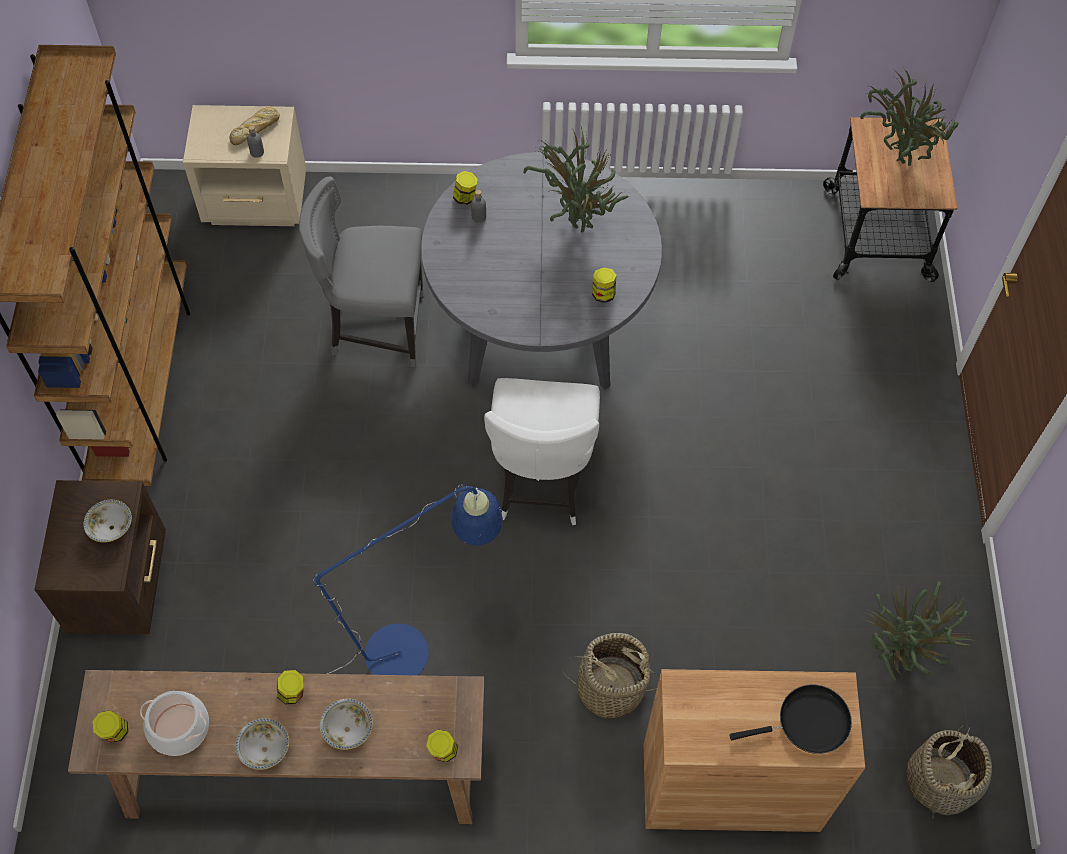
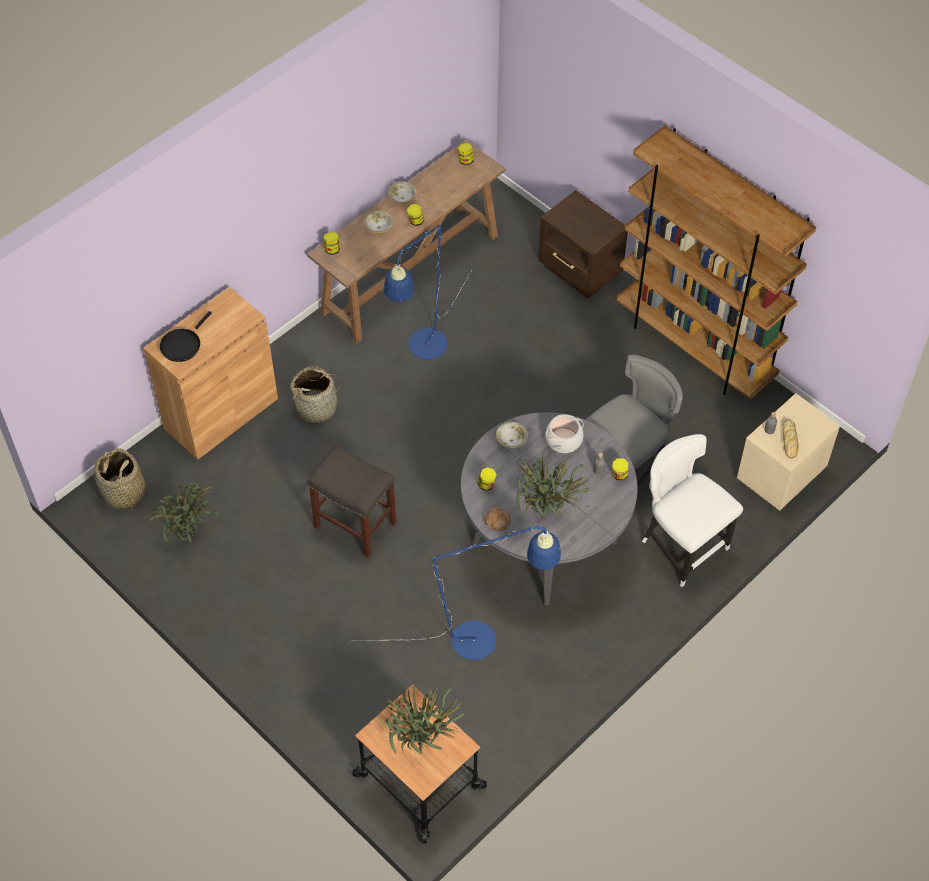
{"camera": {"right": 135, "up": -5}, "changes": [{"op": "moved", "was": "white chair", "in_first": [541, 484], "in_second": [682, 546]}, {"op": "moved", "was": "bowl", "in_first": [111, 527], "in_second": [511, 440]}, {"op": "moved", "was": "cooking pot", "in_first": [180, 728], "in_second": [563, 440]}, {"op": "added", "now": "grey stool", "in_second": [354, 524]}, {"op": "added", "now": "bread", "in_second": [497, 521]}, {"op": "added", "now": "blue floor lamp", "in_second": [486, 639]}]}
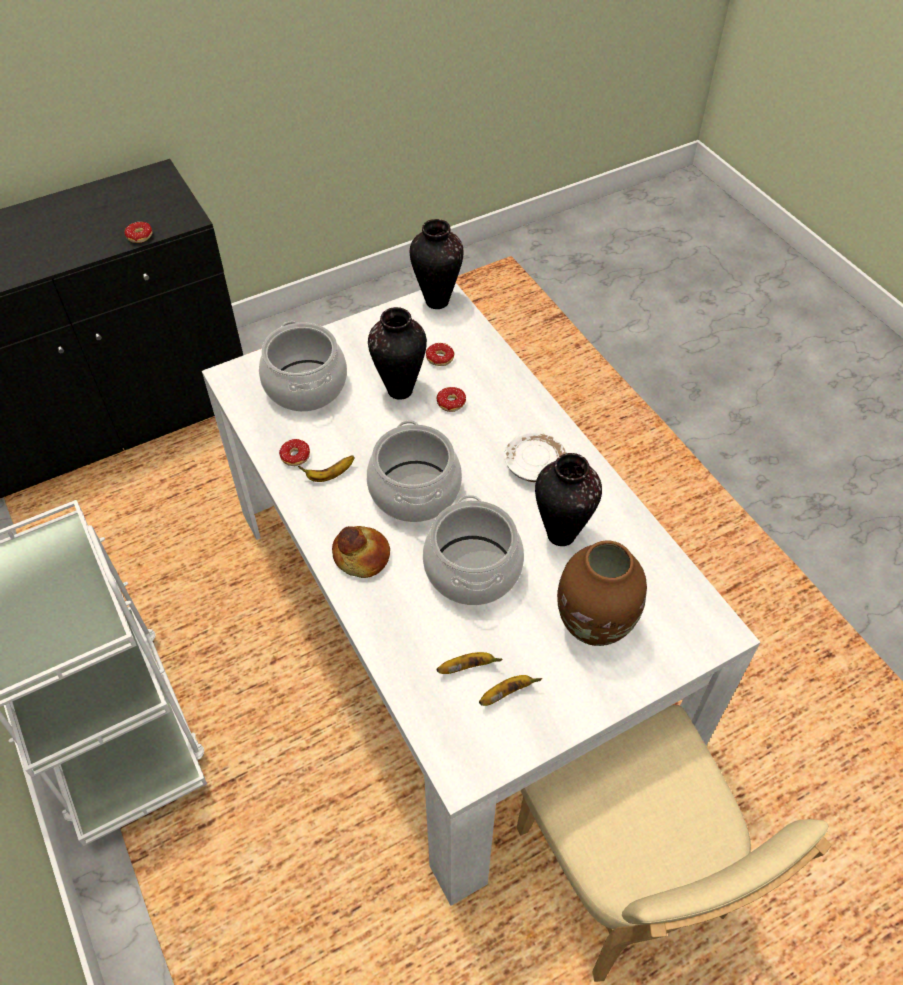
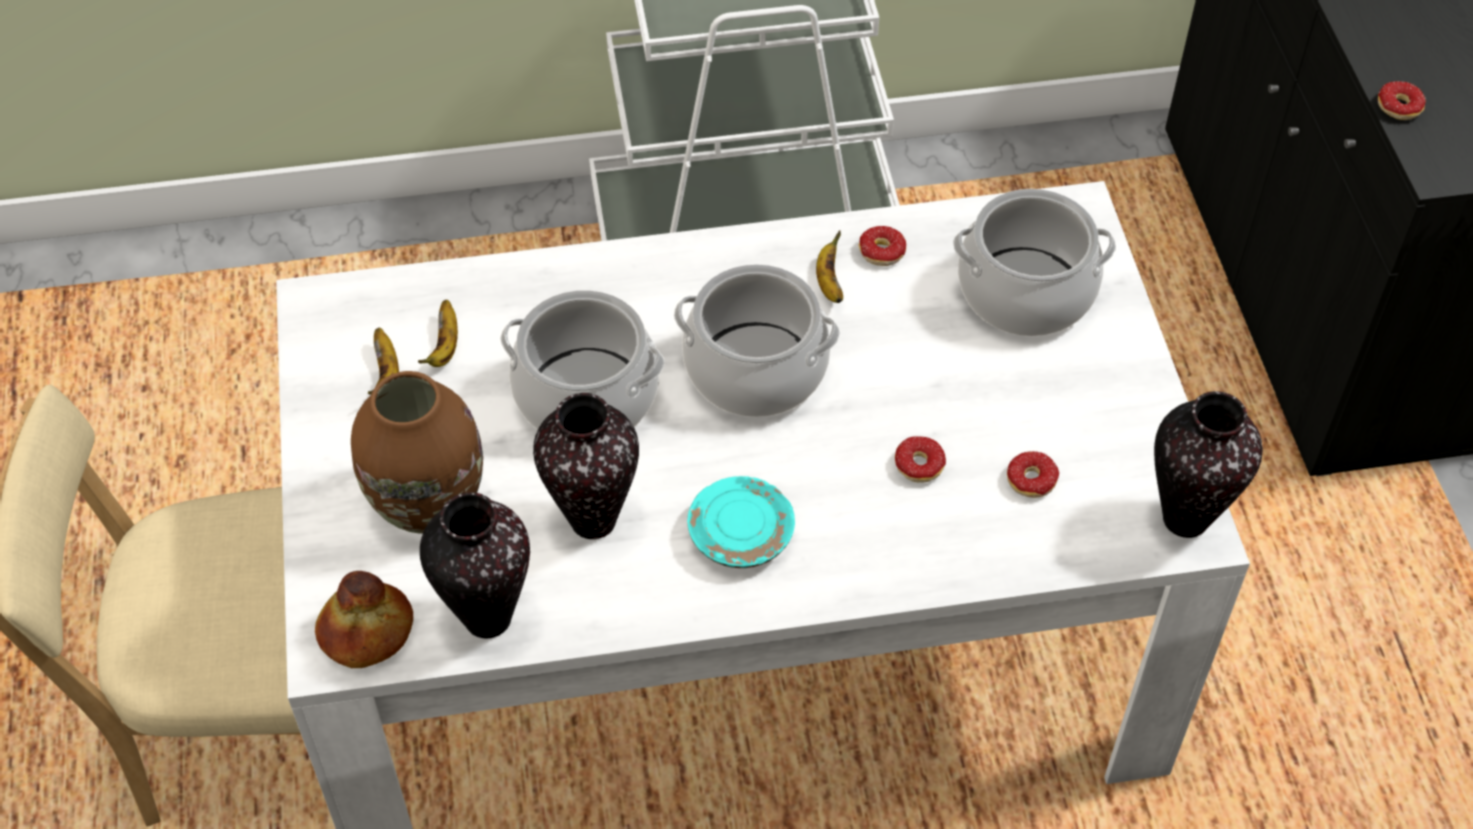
{"camera": {"right": 110, "up": 0}, "changes": [{"op": "moved", "was": "vase", "in_first": [399, 391], "in_second": [487, 617]}, {"op": "recoloured", "was": "white plate", "now": "turquoise plate", "in_first": [534, 465], "in_second": [741, 534]}, {"op": "moved", "was": "bread", "in_first": [362, 556], "in_second": [367, 633]}]}
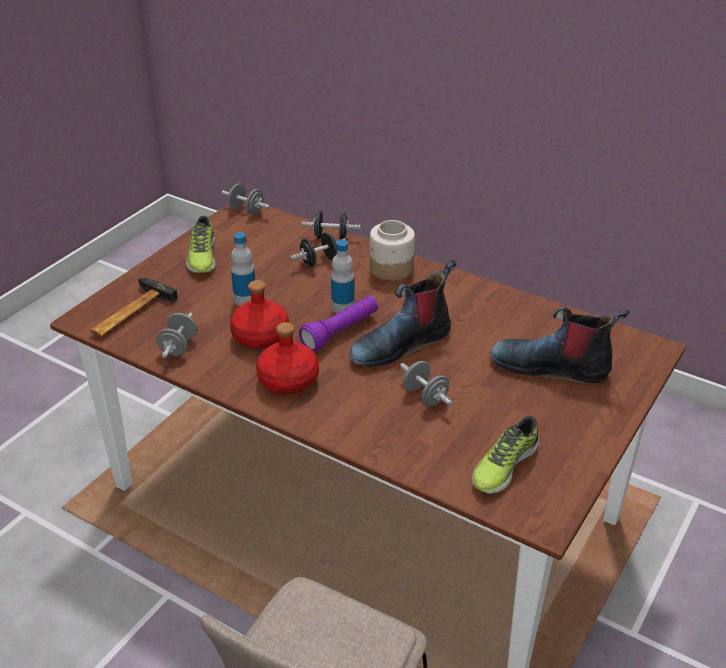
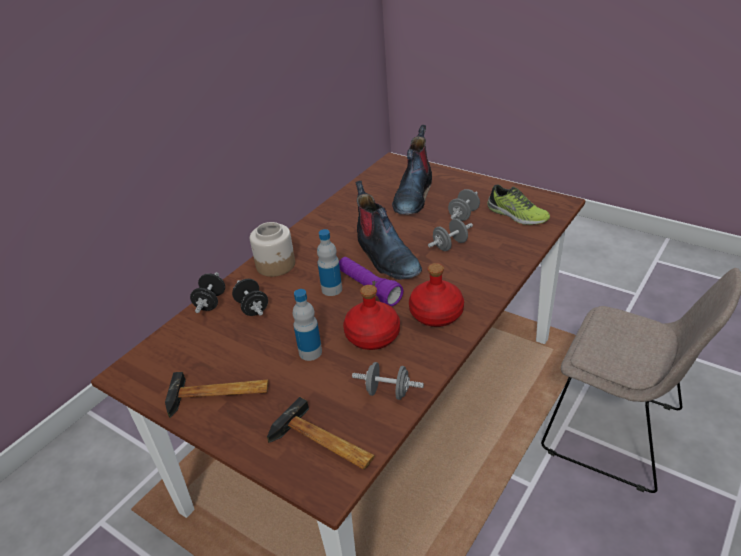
{"camera": {"right": -85, "up": 0}, "changes": [{"op": "moved", "was": "grey dumbbell", "in_first": [246, 210], "in_second": [463, 215]}, {"op": "replaced", "was": "shoe", "now": "hammer", "in_first": [202, 256], "in_second": [219, 396]}]}
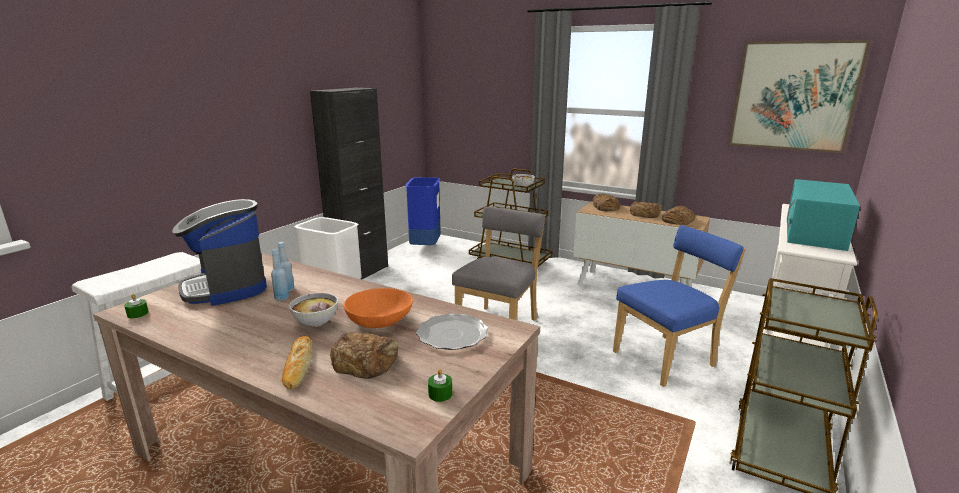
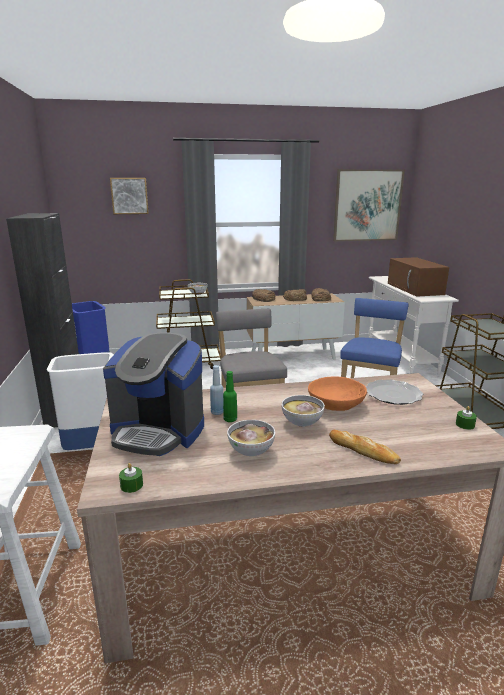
{"camera": {"right": -40, "up": 0}, "changes": [{"op": "recoloured", "was": "turquoise microwave", "now": "brown microwave", "in_first": [815, 233], "in_second": [415, 289]}, {"op": "recoloured", "was": "blue bottle", "now": "green bottle", "in_first": [281, 298], "in_second": [230, 419]}, {"op": "removed", "was": "bread", "in_first": [365, 361]}, {"op": "added", "now": "picture", "in_second": [129, 196]}, {"op": "added", "now": "bowl", "in_second": [251, 452]}]}
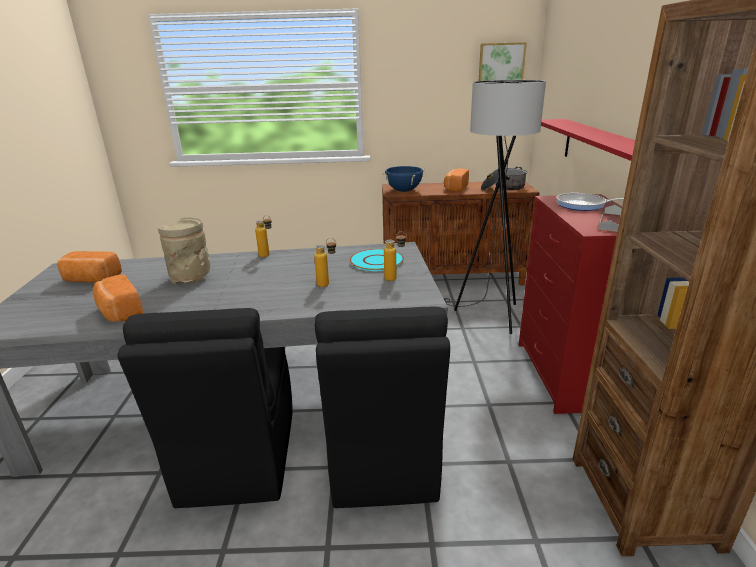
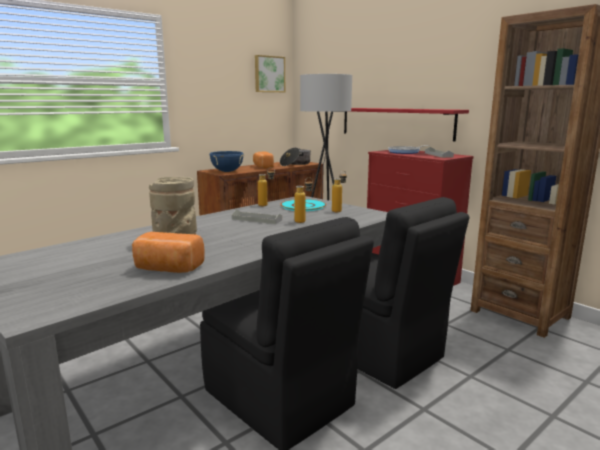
{"camera": {"right": -40, "up": -10}, "changes": [{"op": "moved", "was": "bottle", "in_first": [267, 256], "in_second": [266, 205]}, {"op": "removed", "was": "bread", "in_first": [91, 280]}, {"op": "added", "now": "grey tray", "in_second": [257, 219]}]}
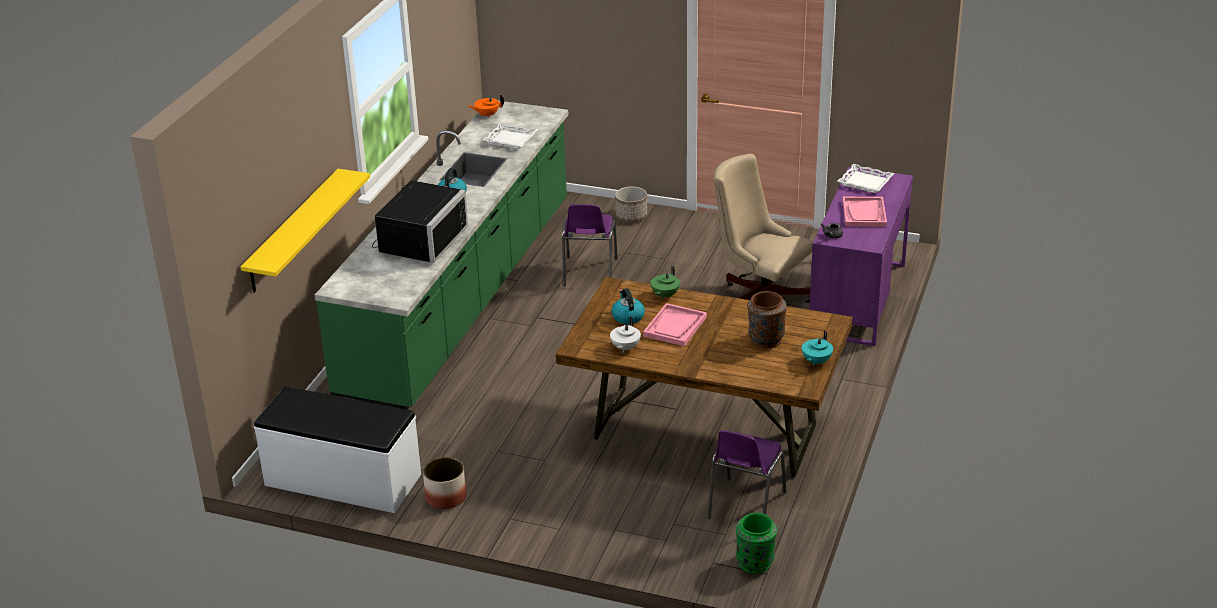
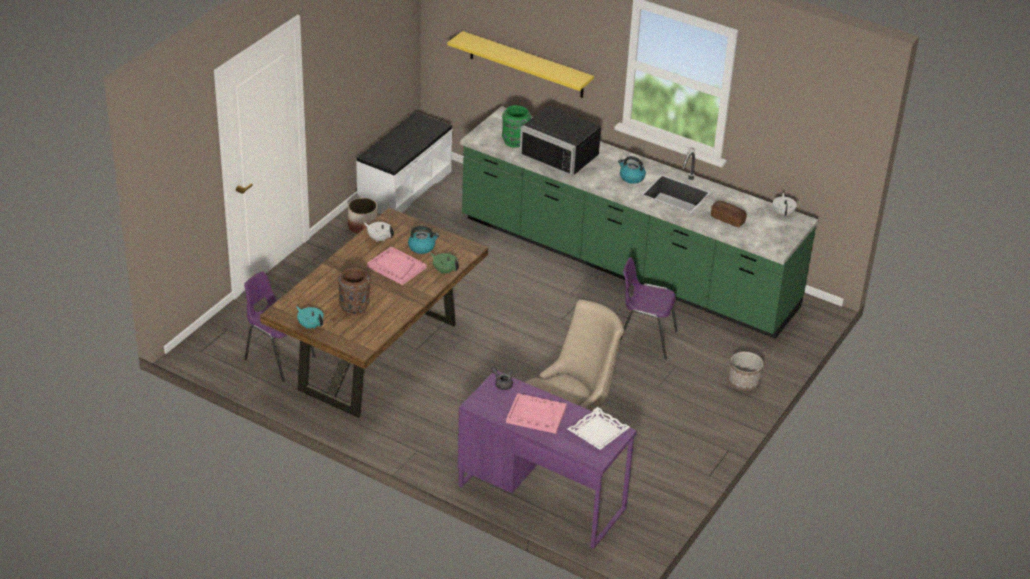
{"camera": {"right": 100, "up": 5}, "changes": [{"op": "recoloured", "was": "orange teapot", "now": "white teapot", "in_first": [487, 115], "in_second": [783, 213]}, {"op": "replaced", "was": "white tray", "now": "bread", "in_first": [510, 139], "in_second": [727, 219]}, {"op": "moved", "was": "green vase", "in_first": [755, 562], "in_second": [515, 141]}]}
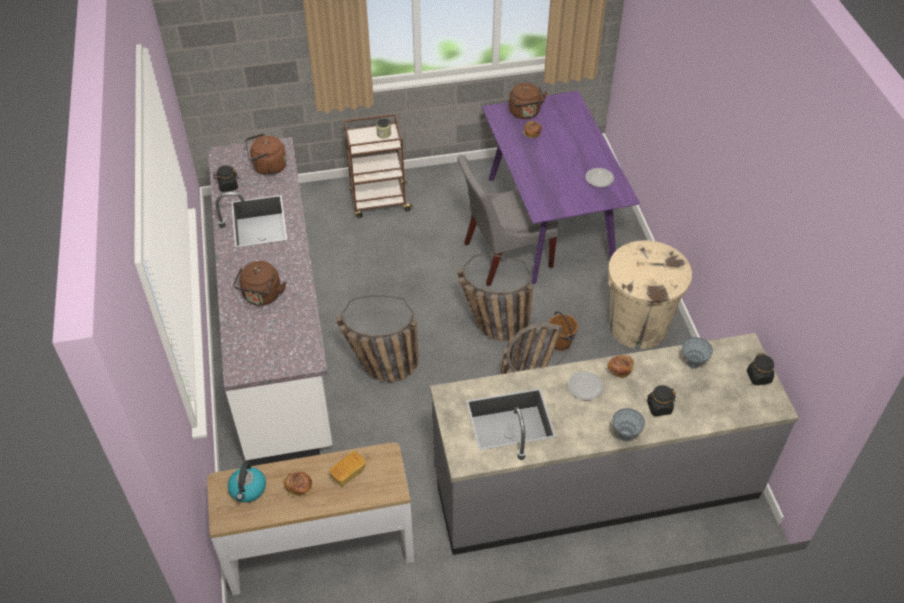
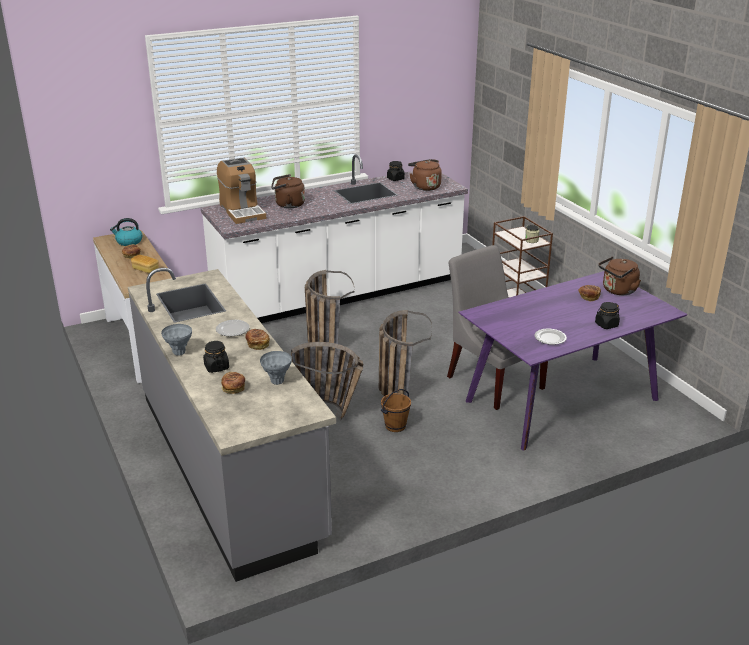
{"camera": {"right": 75, "up": -20}, "changes": [{"op": "removed", "was": "beige trash can", "in_first": [637, 326]}, {"op": "moved", "was": "black jar", "in_first": [759, 377], "in_second": [606, 325]}, {"op": "added", "now": "coffee machine", "in_second": [242, 211]}, {"op": "added", "now": "bread", "in_second": [233, 389]}]}
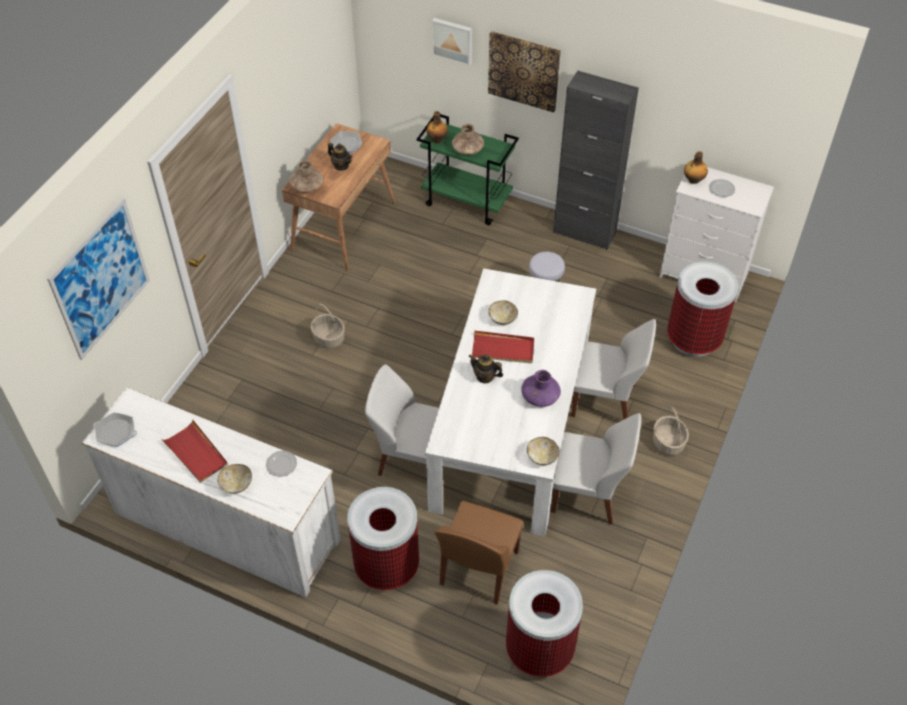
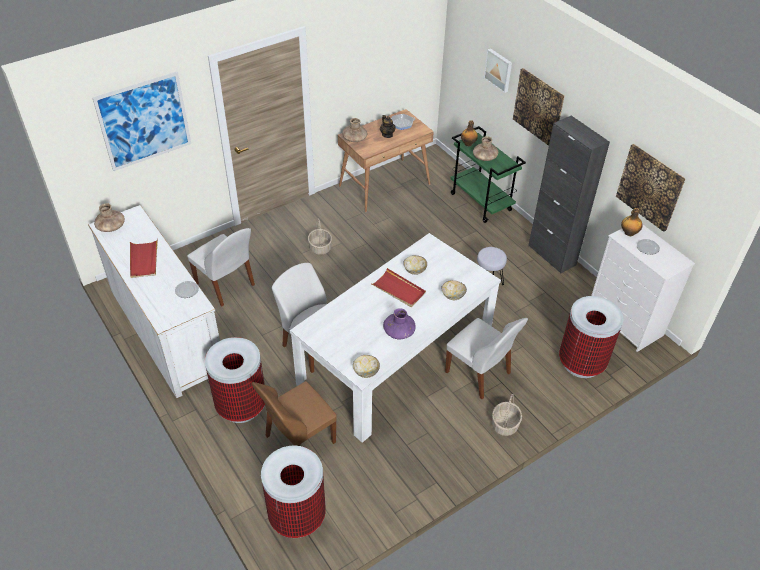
{"camera": {"right": 30, "up": -5}, "changes": [{"op": "removed", "was": "teapot", "in_first": [485, 376]}, {"op": "replaced", "was": "frying pan", "now": "brown vase", "in_first": [116, 432], "in_second": [111, 227]}, {"op": "moved", "was": "white chair", "in_first": [588, 495], "in_second": [226, 285]}, {"op": "moved", "was": "bowl", "in_first": [237, 485], "in_second": [453, 296]}, {"op": "added", "now": "picture", "in_second": [650, 187]}]}
